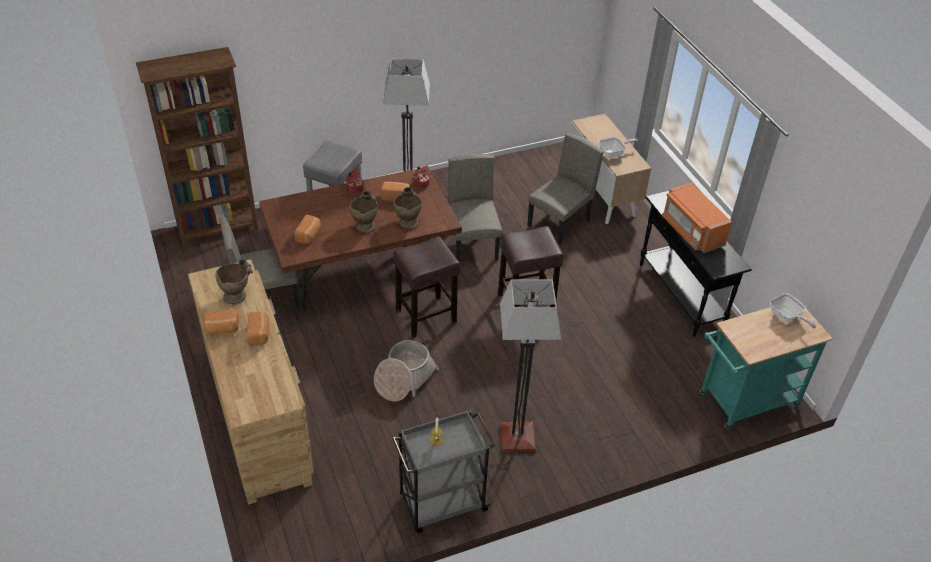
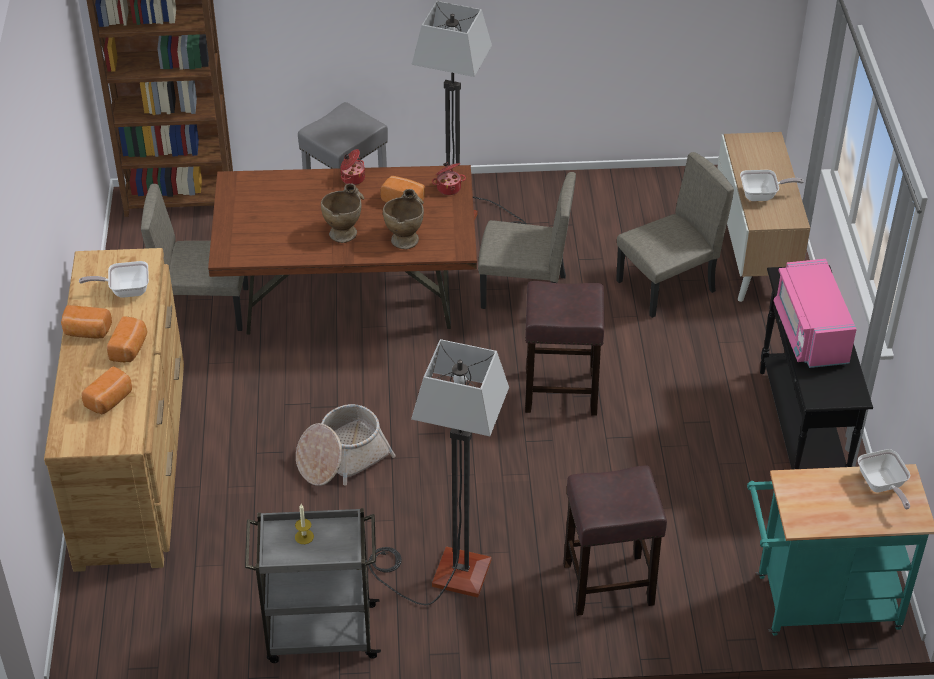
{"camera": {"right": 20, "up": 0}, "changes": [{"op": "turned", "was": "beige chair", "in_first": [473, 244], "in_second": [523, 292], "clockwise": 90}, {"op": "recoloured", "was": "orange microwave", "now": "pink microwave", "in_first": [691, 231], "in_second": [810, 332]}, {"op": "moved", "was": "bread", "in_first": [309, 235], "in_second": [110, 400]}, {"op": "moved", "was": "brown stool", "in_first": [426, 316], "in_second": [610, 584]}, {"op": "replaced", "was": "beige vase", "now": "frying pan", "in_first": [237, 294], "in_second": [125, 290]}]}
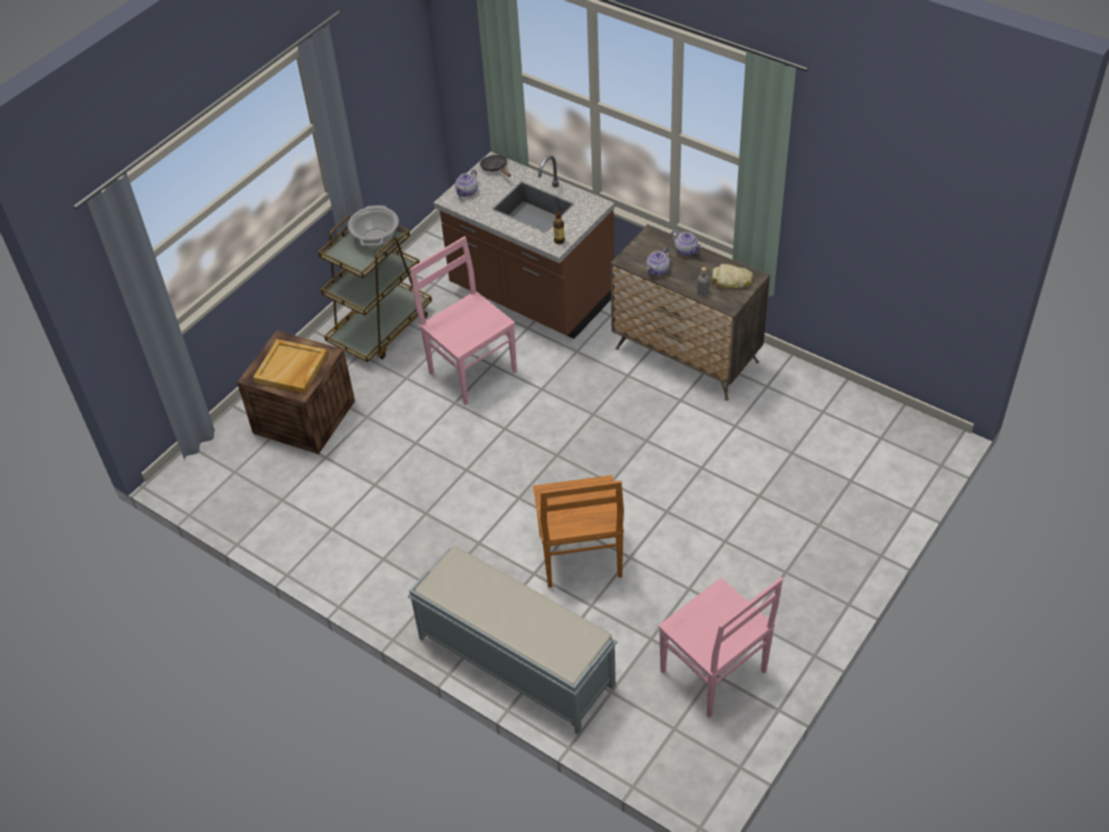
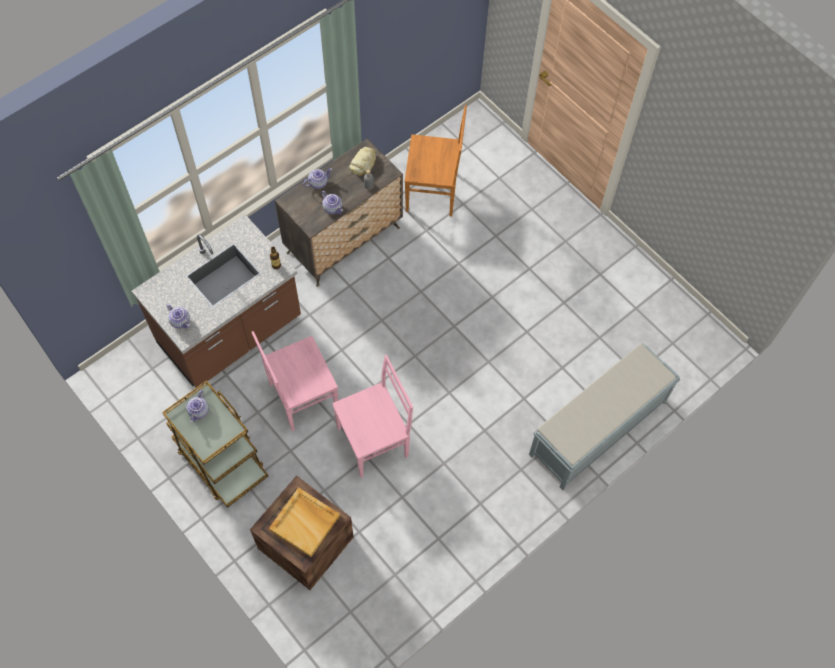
{"camera": {"right": -80, "up": 15}, "changes": [{"op": "removed", "was": "black frying pan", "in_first": [495, 168]}, {"op": "replaced", "was": "cooking pot", "now": "teapot", "in_first": [376, 238], "in_second": [199, 411]}, {"op": "moved", "was": "brown chair", "in_first": [580, 558], "in_second": [433, 192]}, {"op": "moved", "was": "pink chair", "in_first": [715, 673], "in_second": [374, 441]}]}
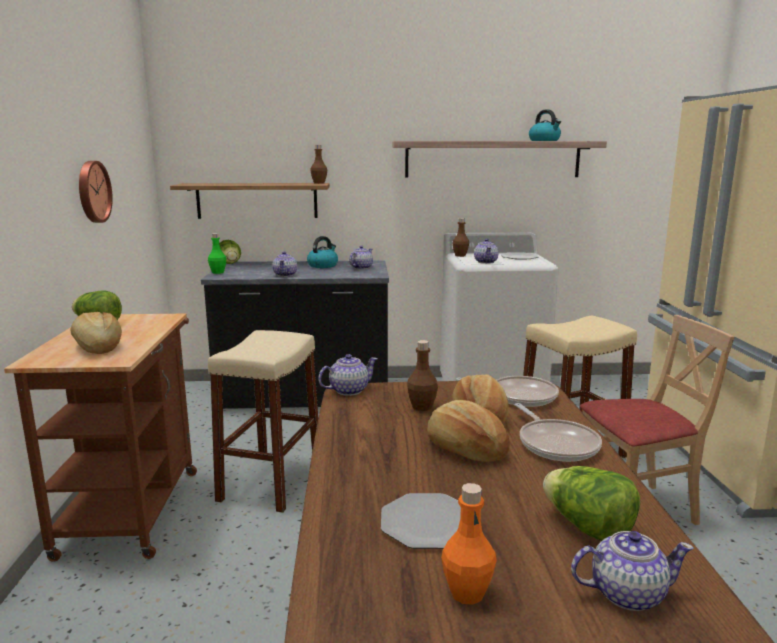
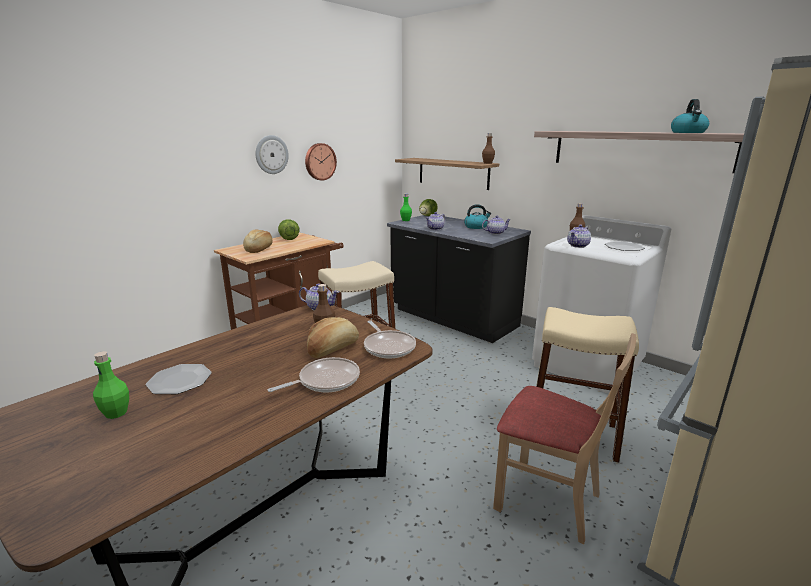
{"camera": {"right": 45, "up": 5}, "changes": [{"op": "removed", "was": "bread", "in_first": [465, 449]}, {"op": "turned", "was": "frying pan", "in_first": [556, 444], "in_second": [325, 380], "clockwise": -150}, {"op": "removed", "was": "lettuce", "in_first": [588, 528]}, {"op": "recoloured", "was": "orange bottle", "now": "green bottle", "in_first": [467, 593], "in_second": [116, 413]}, {"op": "removed", "was": "teapot", "in_first": [626, 593]}, {"op": "added", "now": "wall clock", "in_second": [271, 154]}]}
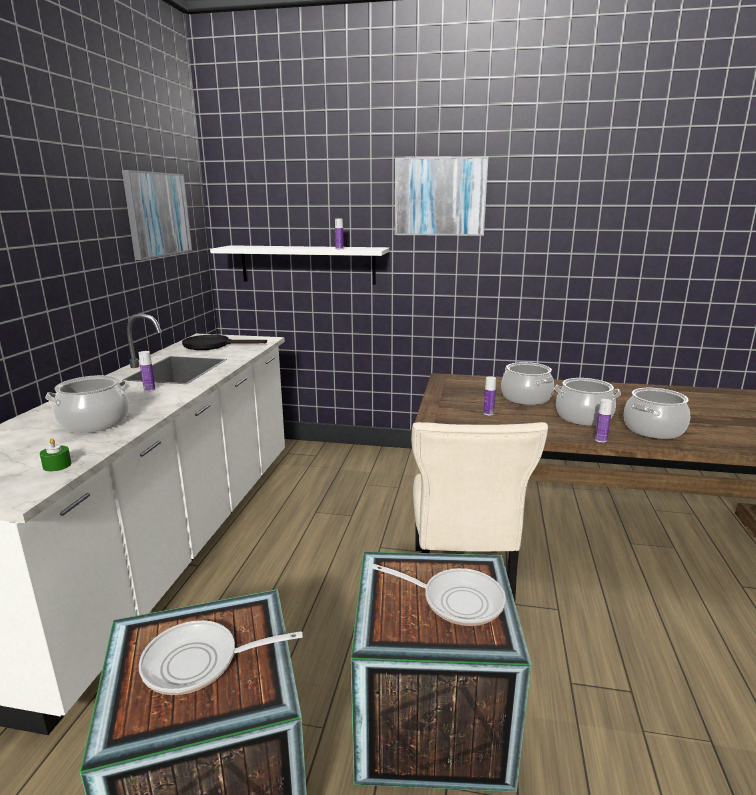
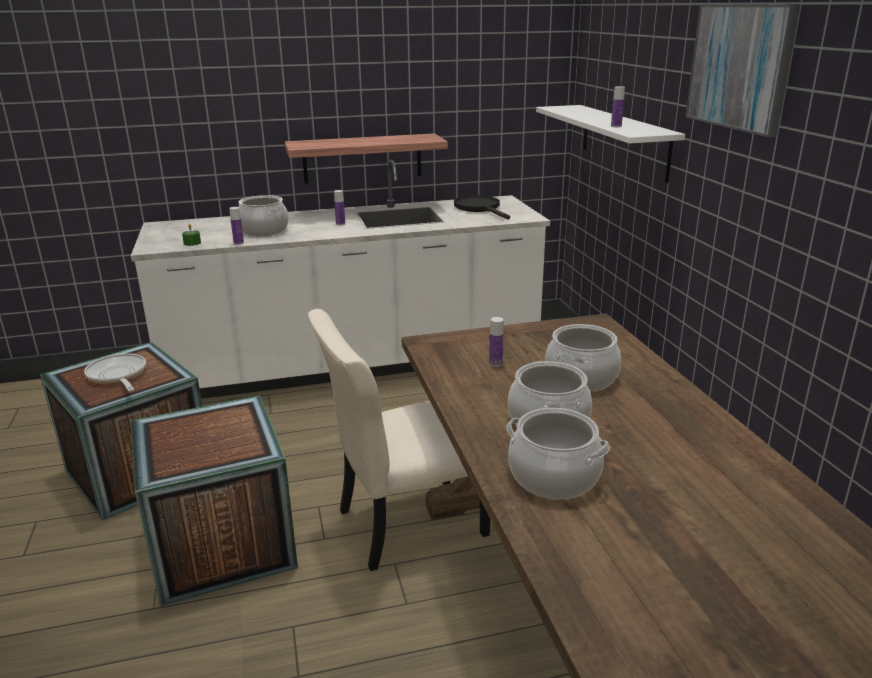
{"camera": {"right": 65, "up": 5}, "changes": [{"op": "removed", "was": "picture", "in_first": [157, 214]}, {"op": "moved", "was": "bottle", "in_first": [600, 440], "in_second": [238, 243]}, {"op": "removed", "was": "frying pan", "in_first": [456, 600]}, {"op": "added", "now": "shelf", "in_second": [362, 158]}]}
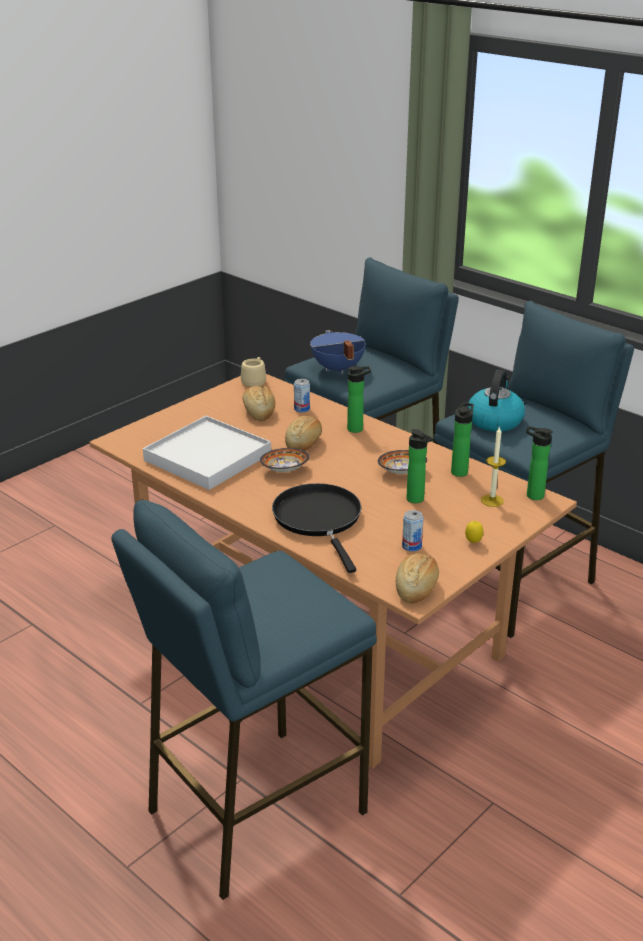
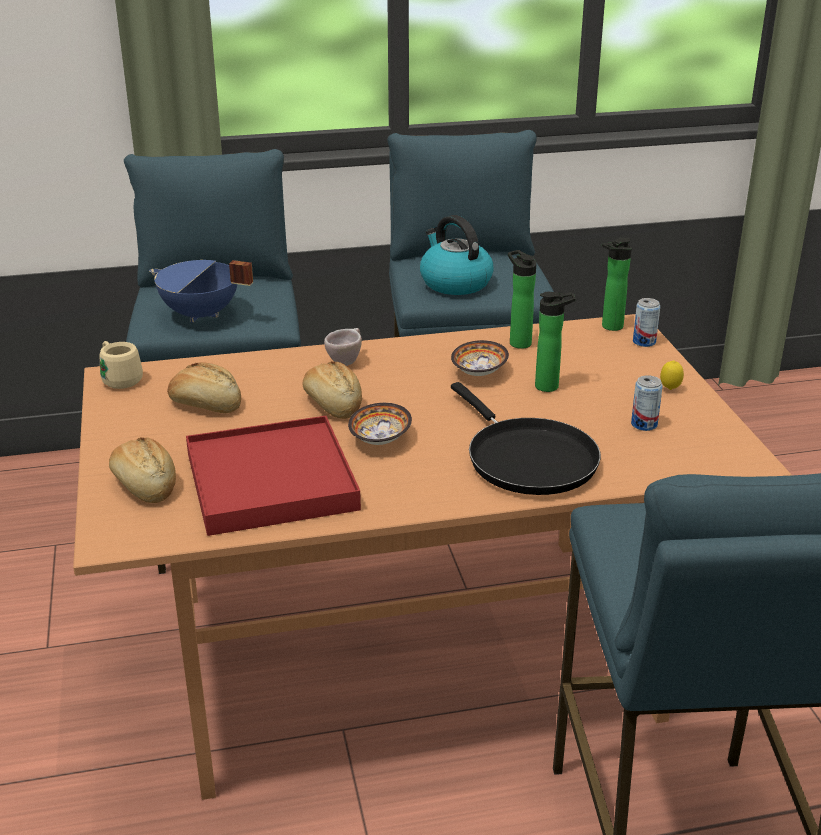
{"camera": {"right": -55, "up": 0}, "changes": [{"op": "replaced", "was": "bottle", "now": "beige cup", "in_first": [357, 429], "in_second": [346, 361]}, {"op": "moved", "was": "can", "in_first": [302, 409], "in_second": [644, 342]}, {"op": "recoloured", "was": "white tray", "now": "red tray", "in_first": [207, 457], "in_second": [271, 481]}, {"op": "removed", "was": "candle", "in_first": [492, 500]}, {"op": "turned", "was": "black frying pan", "in_first": [319, 520], "in_second": [526, 459], "clockwise": -135}, {"op": "moved", "was": "bread", "in_first": [417, 588], "in_second": [144, 485]}]}
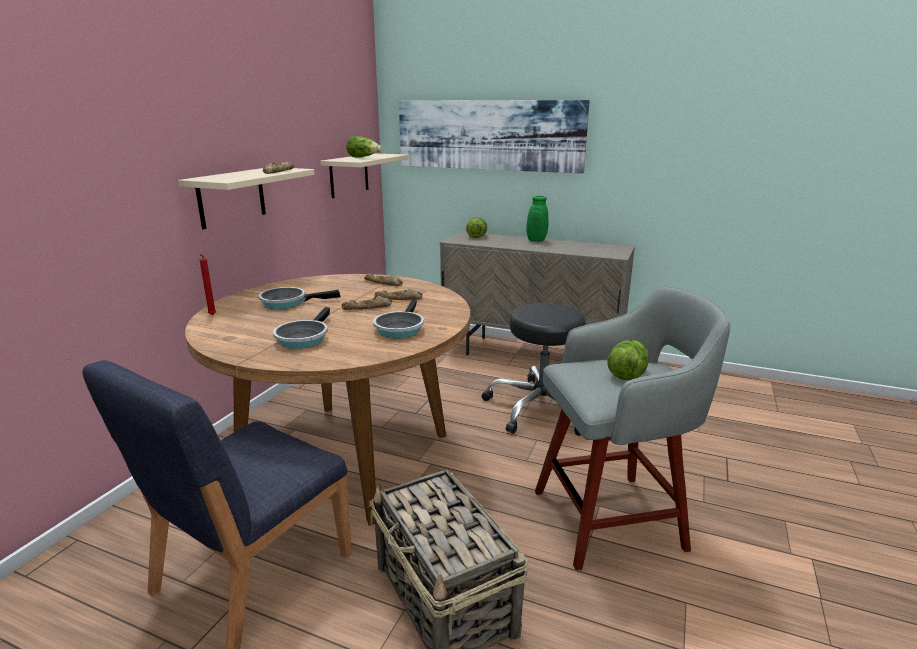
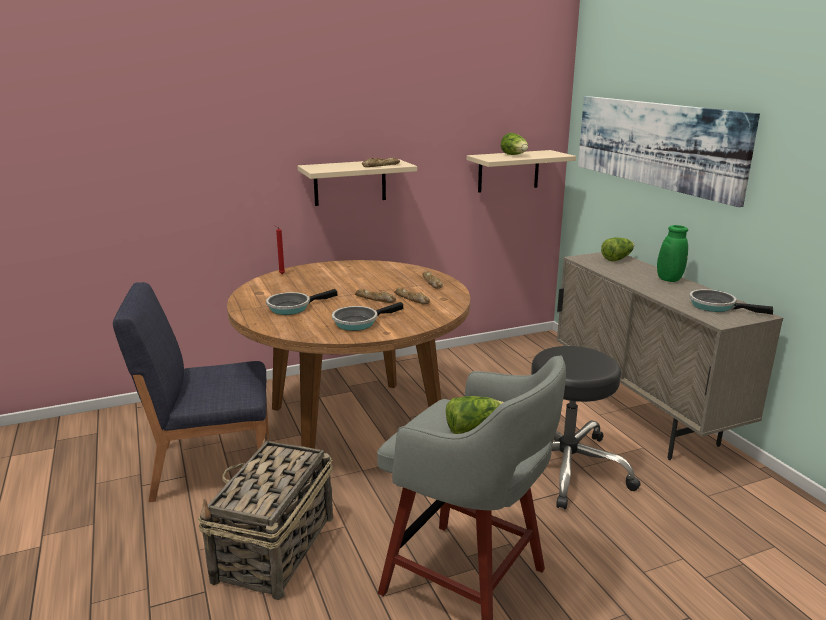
{"camera": {"right": 45, "up": 0}, "changes": [{"op": "moved", "was": "frying pan", "in_first": [288, 302], "in_second": [716, 306]}]}
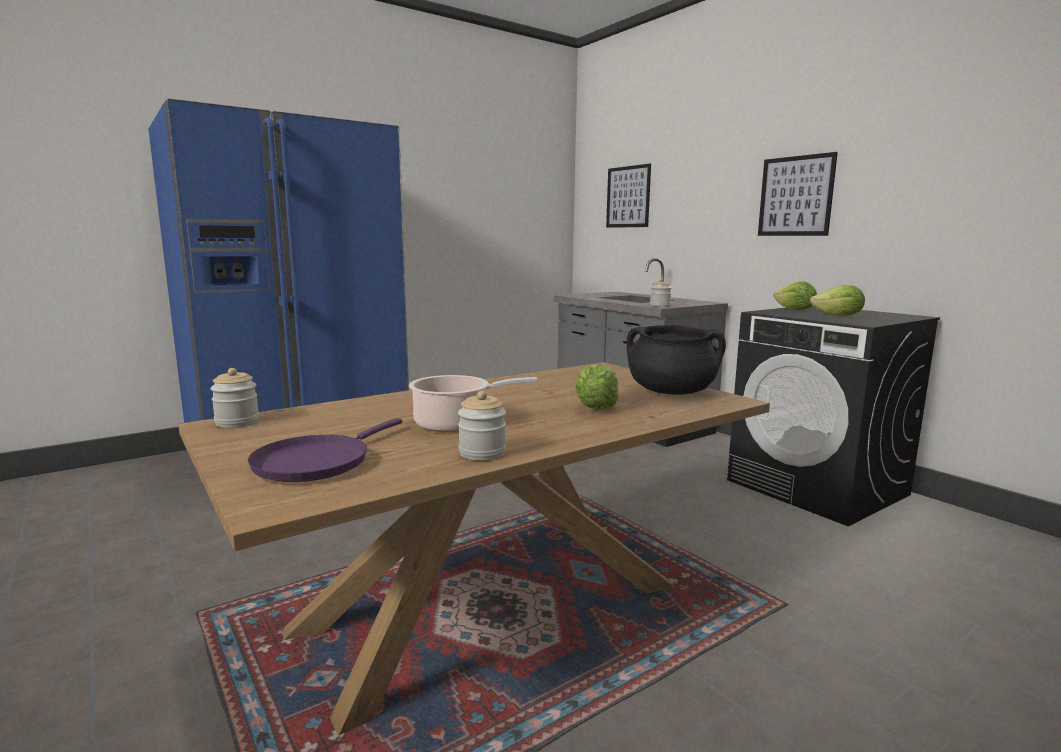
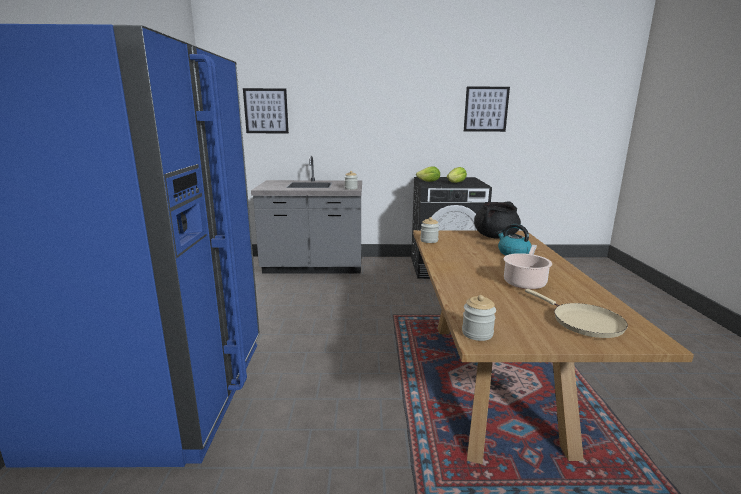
{"camera": {"right": -55, "up": 5}, "changes": [{"op": "moved", "was": "picture", "in_first": [795, 196], "in_second": [486, 109]}, {"op": "replaced", "was": "lettuce", "now": "kettle", "in_first": [596, 407], "in_second": [513, 253]}, {"op": "moved", "was": "jar", "in_first": [482, 453], "in_second": [429, 240]}, {"op": "recoloured", "was": "purple frying pan", "now": "beige frying pan", "in_first": [316, 462], "in_second": [583, 322]}]}
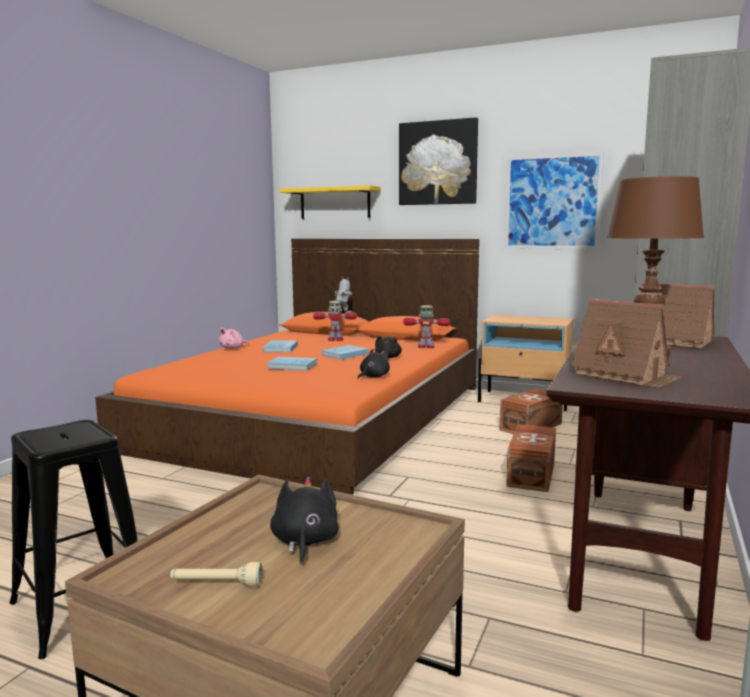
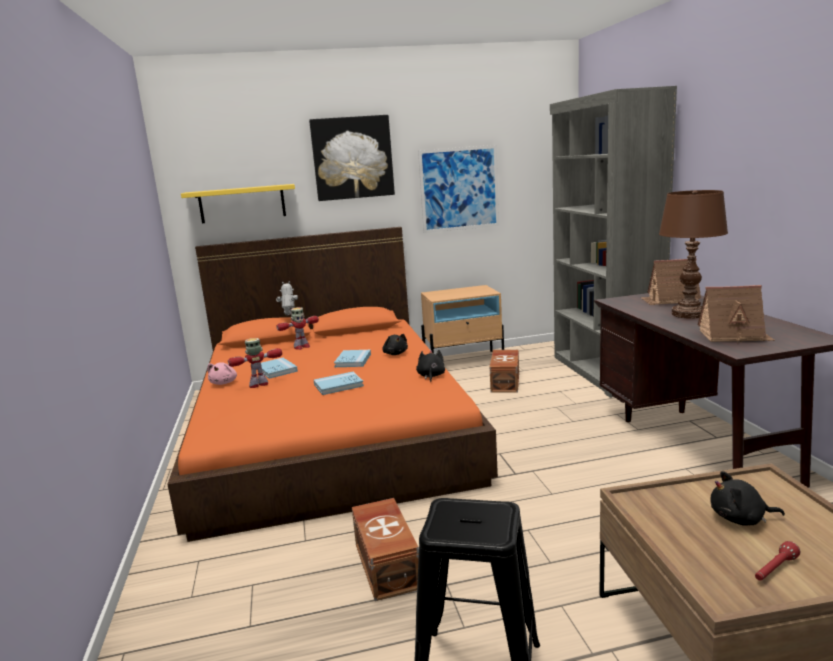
{"camera": {"right": -35, "up": 5}, "changes": [{"op": "moved", "was": "toy robot", "in_first": [426, 347], "in_second": [259, 385]}, {"op": "moved", "was": "brown storage box", "in_first": [532, 474], "in_second": [388, 564]}, {"op": "turned", "was": "black plush toy", "in_first": [304, 542], "in_second": [740, 519], "clockwise": -45}, {"op": "recoloured", "was": "beige flashlight", "now": "red flashlight", "in_first": [216, 584], "in_second": [774, 570]}]}
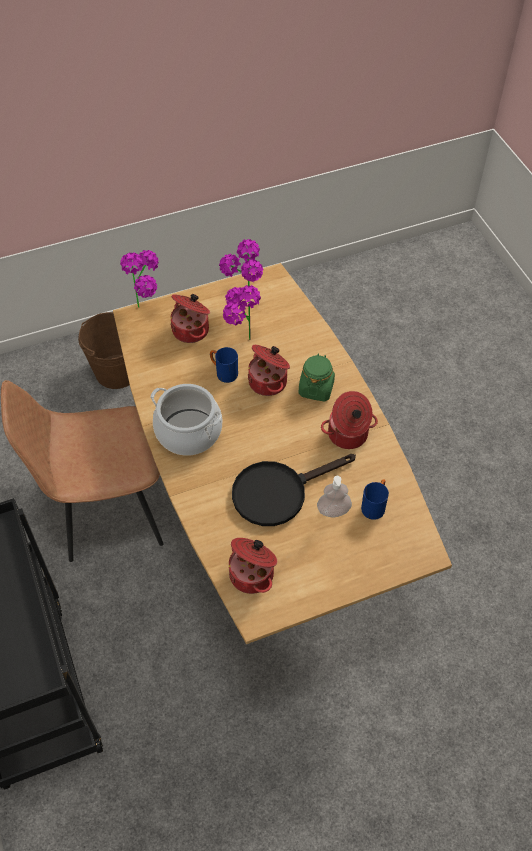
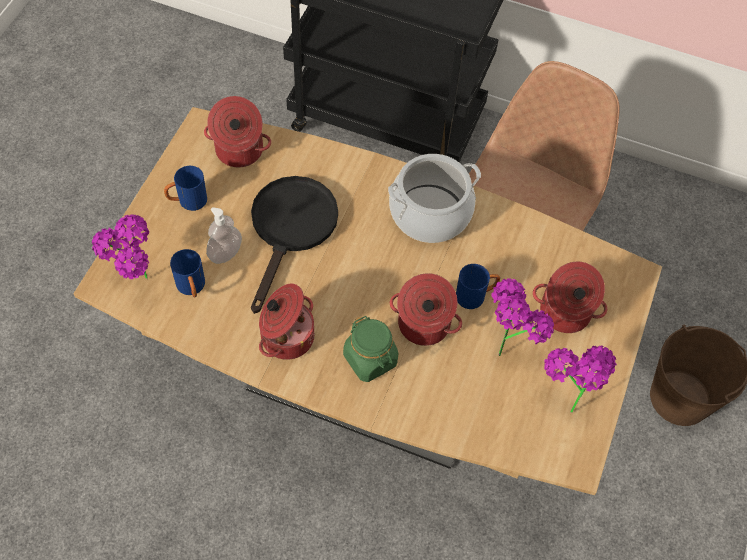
{"camera": {"right": 130, "up": 5}, "changes": [{"op": "moved", "was": "potted plant", "in_first": [147, 306], "in_second": [137, 287]}, {"op": "added", "now": "blue mug", "in_second": [187, 201]}]}
